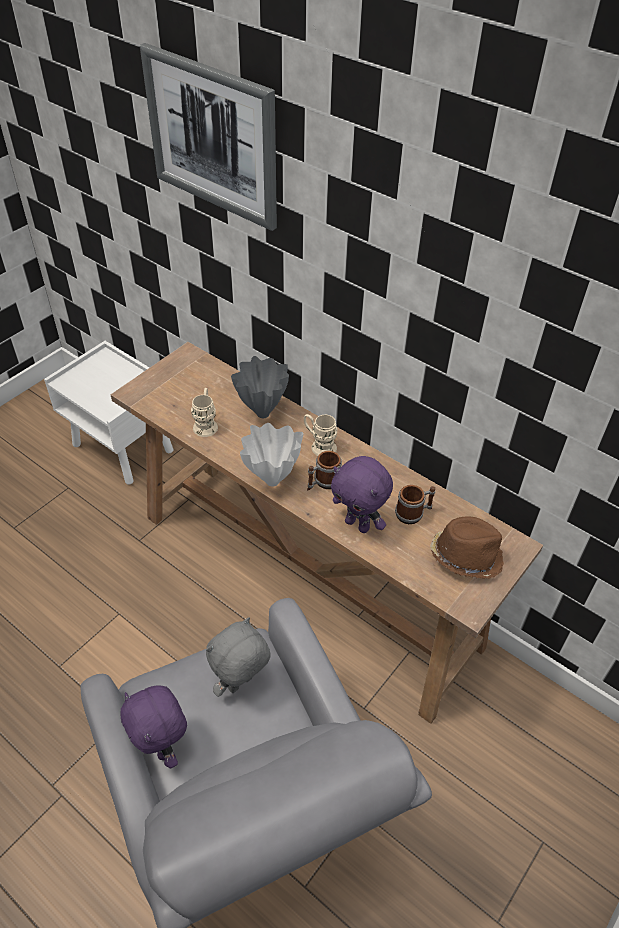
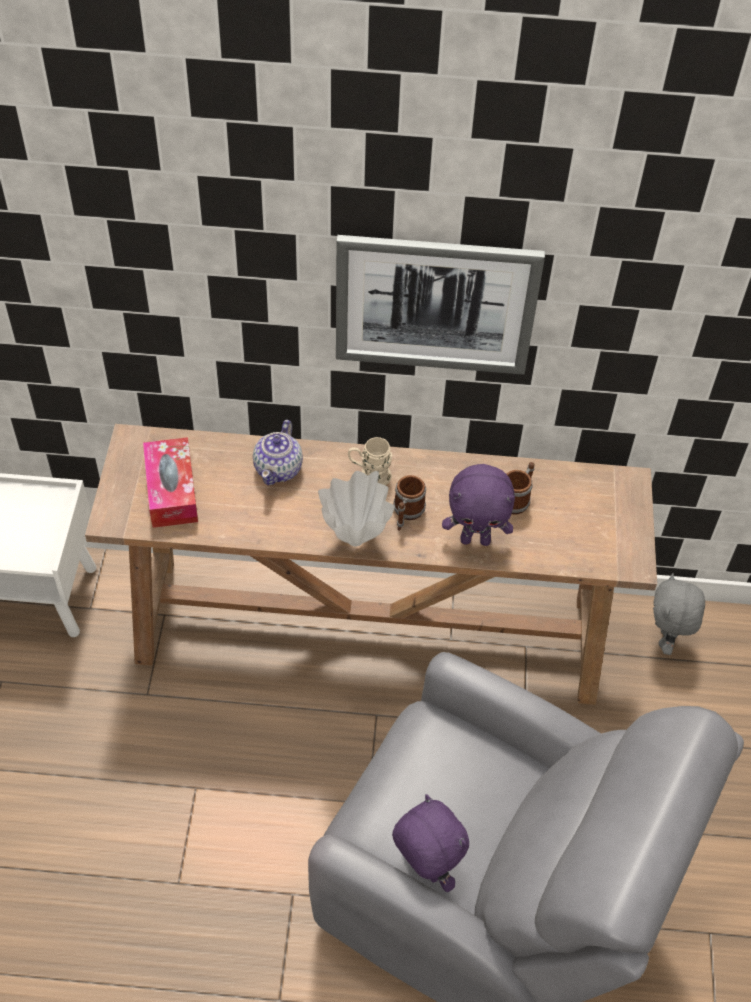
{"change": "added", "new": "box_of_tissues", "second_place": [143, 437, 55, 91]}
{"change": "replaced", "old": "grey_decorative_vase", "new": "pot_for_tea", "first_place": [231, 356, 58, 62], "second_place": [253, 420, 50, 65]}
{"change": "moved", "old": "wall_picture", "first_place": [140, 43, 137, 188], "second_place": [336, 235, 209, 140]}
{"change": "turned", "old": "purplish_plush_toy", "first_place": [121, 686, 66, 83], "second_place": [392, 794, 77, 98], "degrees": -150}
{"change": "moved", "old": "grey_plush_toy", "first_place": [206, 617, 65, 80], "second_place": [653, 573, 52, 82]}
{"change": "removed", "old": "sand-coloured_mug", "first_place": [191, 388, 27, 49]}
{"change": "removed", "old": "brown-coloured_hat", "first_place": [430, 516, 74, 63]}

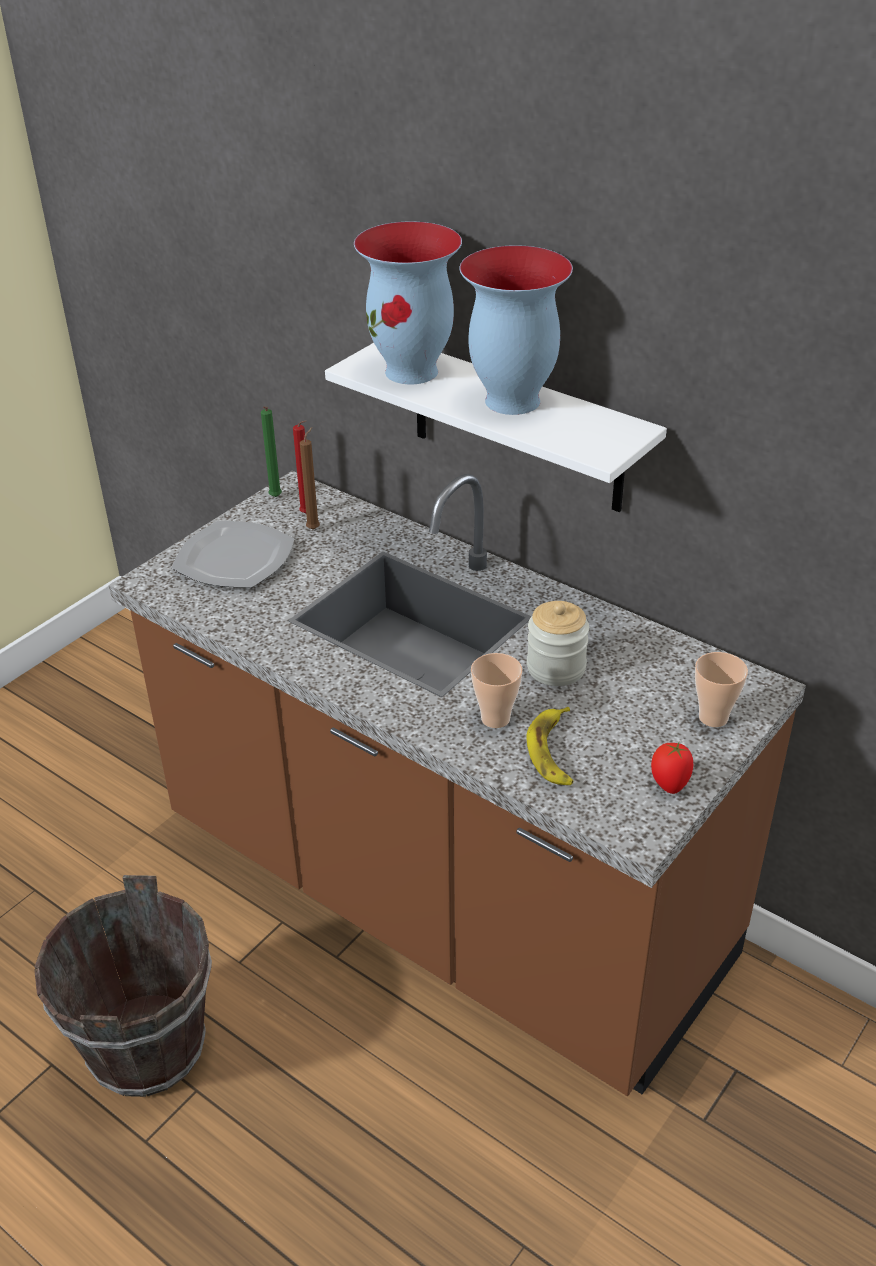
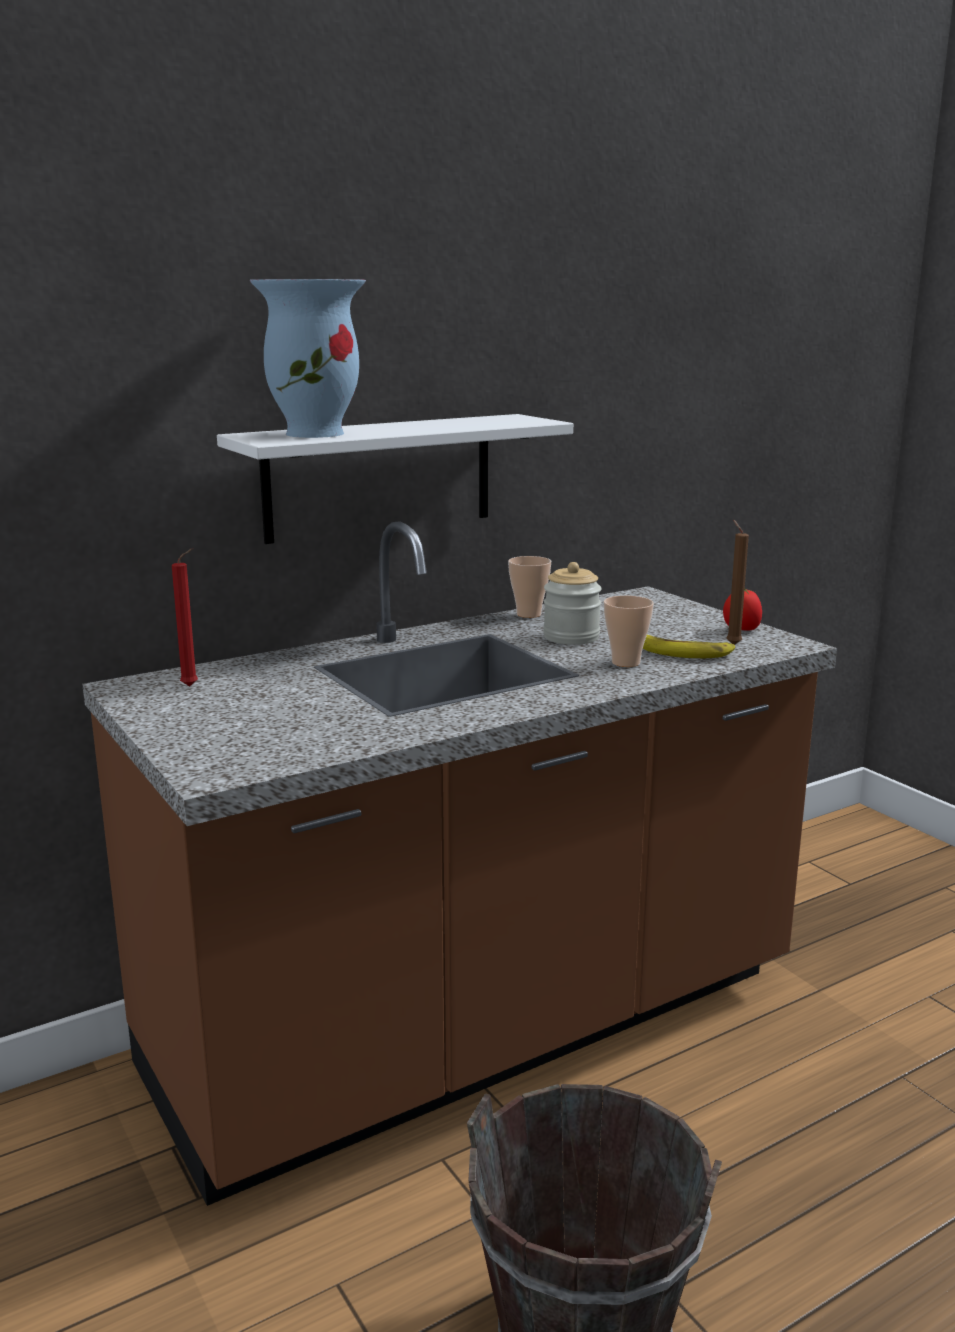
{"change": "moved", "old": "drinking_cup", "first_place": [695, 652, 53, 75], "second_place": [508, 556, 43, 62]}
{"change": "moved", "old": "brown-coloured_wax_candle", "first_place": [300, 427, 20, 103], "second_place": [726, 520, 23, 125]}
{"change": "removed", "old": "plate", "first_place": [171, 521, 124, 67]}
{"change": "removed", "old": "green_wax_candle", "first_place": [261, 406, 21, 91]}
{"change": "removed", "old": "decorative_vase", "first_place": [460, 245, 113, 170]}

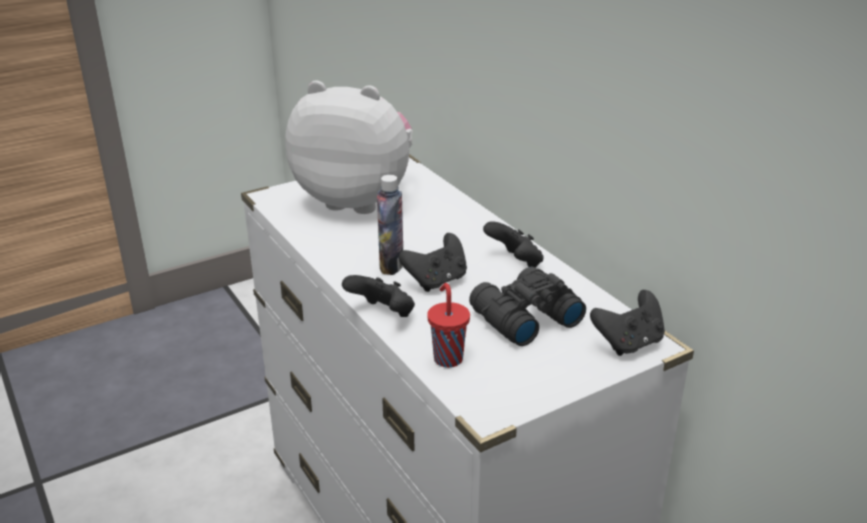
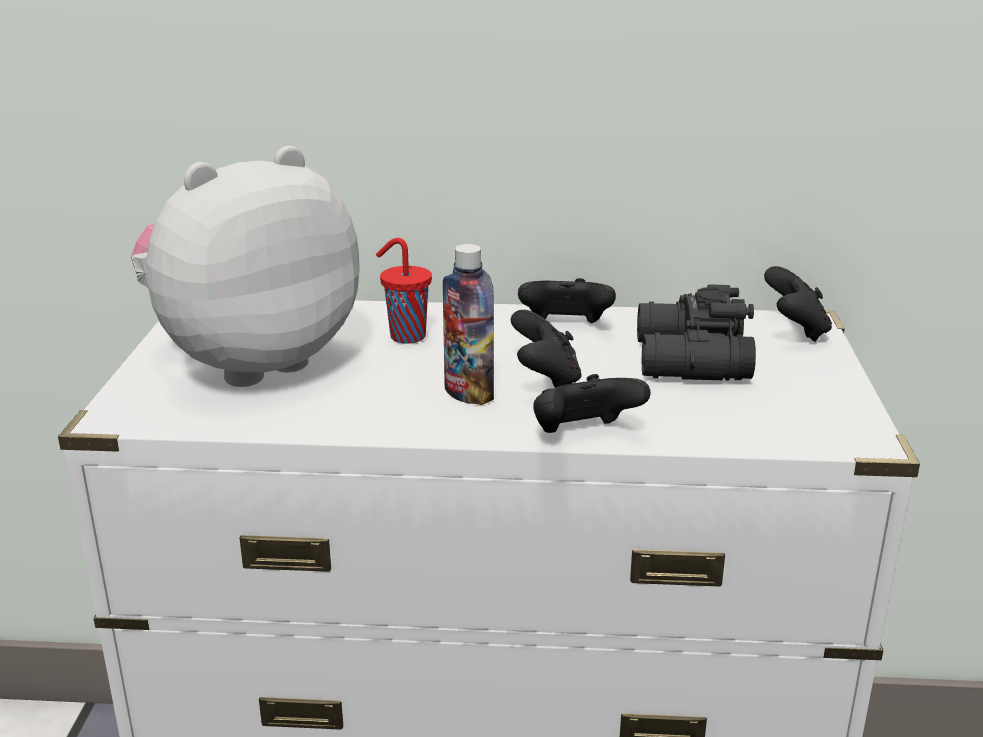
{"change": "moved", "old": "red-coloured_drinking_cup", "first_place": [427, 283, 43, 85], "second_place": [376, 238, 56, 106]}

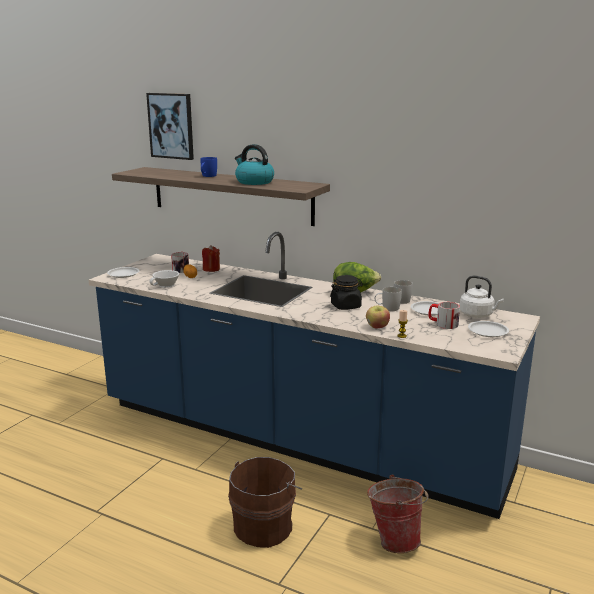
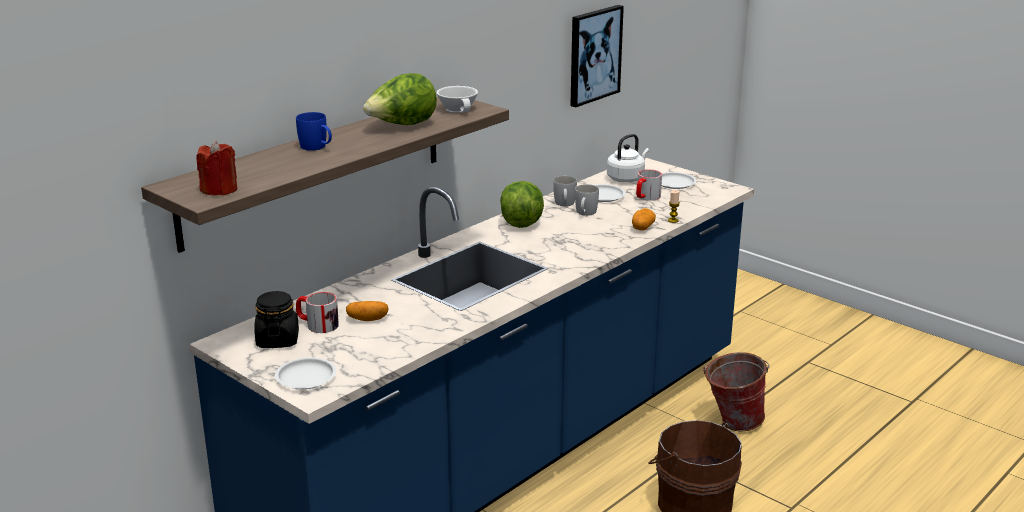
{"change": "moved", "old": "red-coloured_wax_candle", "first_place": [202, 245, 18, 27], "second_place": [196, 140, 41, 56]}
{"change": "moved", "old": "black_preserve_jar", "first_place": [330, 275, 33, 35], "second_place": [254, 291, 45, 57]}
{"change": "replaced", "old": "tea_kettle", "new": "head_of_lettuce", "first_place": [235, 144, 39, 41], "second_place": [363, 73, 74, 52]}
{"change": "moved", "old": "white_drinking_cup", "first_place": [149, 270, 30, 17], "second_place": [437, 86, 41, 27]}
{"change": "moved", "old": "wall_picture", "first_place": [146, 93, 48, 67], "second_place": [570, 5, 54, 102]}
{"change": "replaced", "old": "whole_apple", "new": "spud", "first_place": [366, 306, 24, 23], "second_place": [632, 208, 24, 22]}

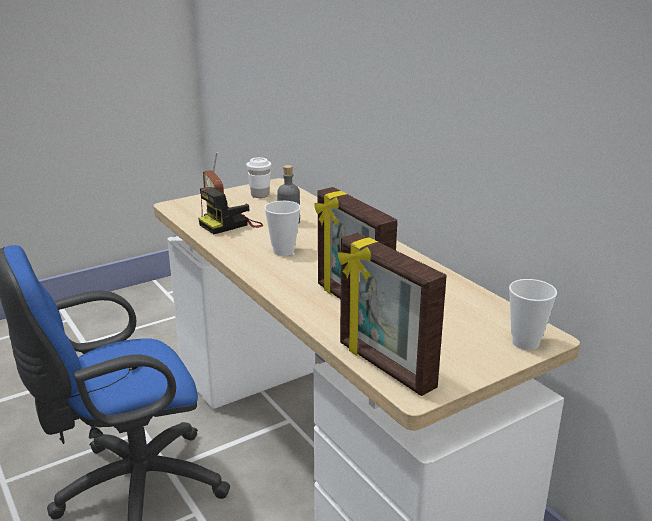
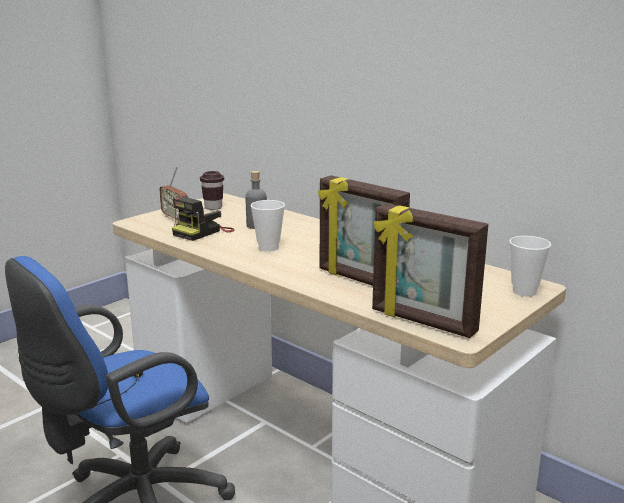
{"change": "recoloured", "old": "white_drinking_cup", "new": "brown-coloured_drinking_cup", "first_place": [246, 157, 26, 41], "second_place": [200, 171, 24, 39]}

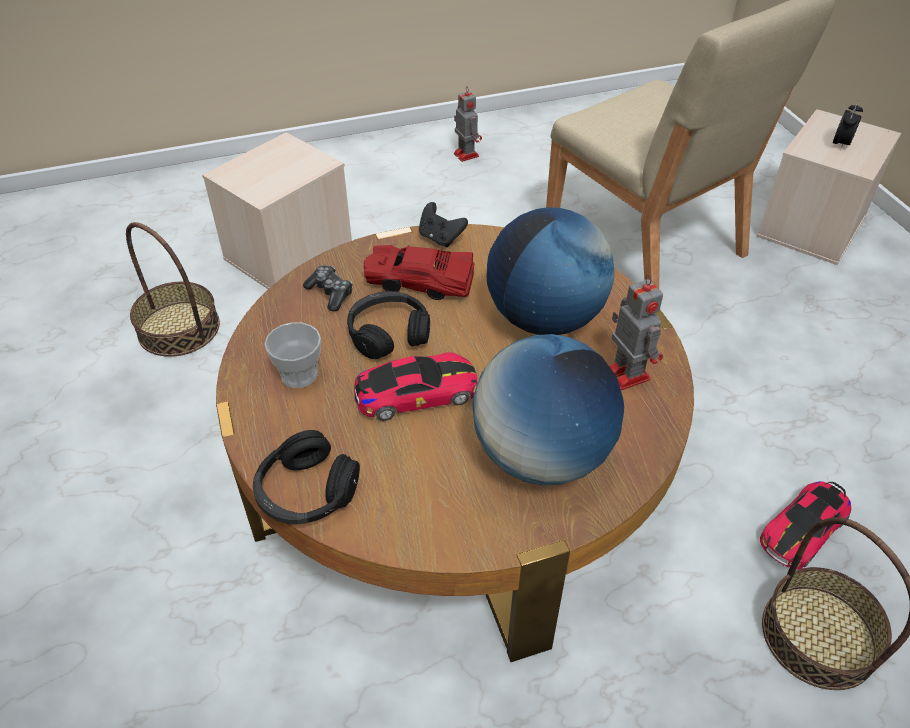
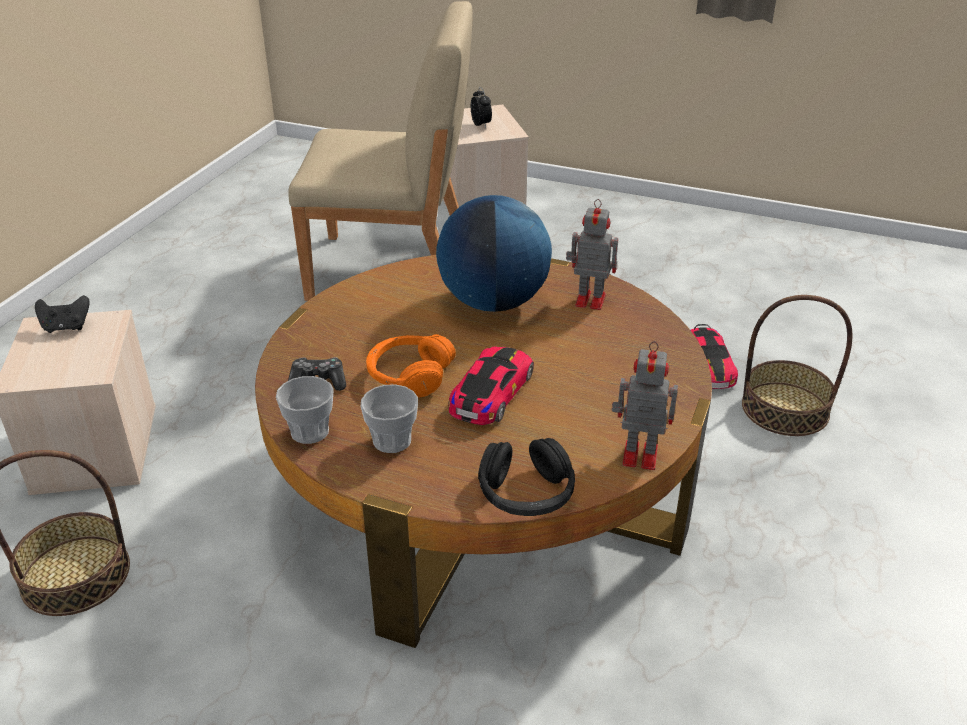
{"change": "moved", "old": "black_joypad", "first_place": [419, 202, 49, 45], "second_place": [35, 295, 55, 38]}
{"change": "added", "new": "drinking_cup", "second_place": [276, 376, 58, 68]}
{"change": "recoloured", "old": "black_headphones", "new": "orangey_headphones", "first_place": [347, 291, 83, 68], "second_place": [366, 334, 90, 63]}
{"change": "moved", "old": "toy_robot", "first_place": [454, 86, 28, 76], "second_place": [612, 341, 66, 129]}
{"change": "removed", "old": "red-coloured_miniature_car", "first_place": [364, 244, 111, 56]}
{"change": "removed", "old": "world_globe", "first_place": [472, 334, 152, 151]}

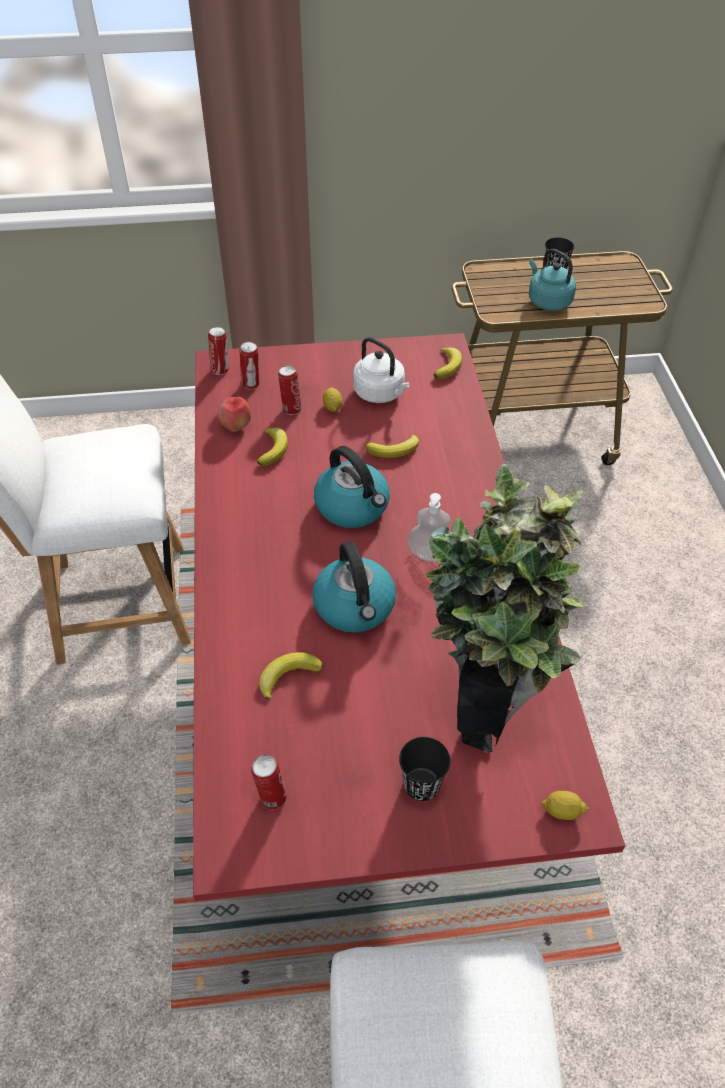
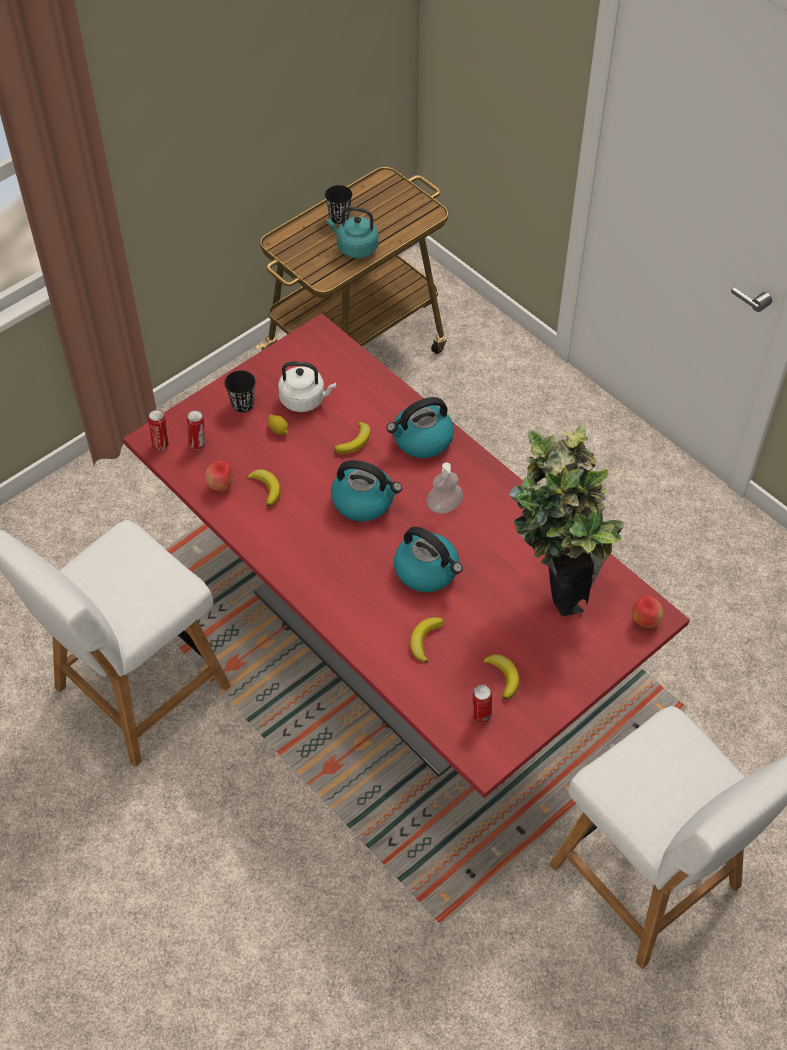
{"change": "moved", "old": "black_drinking_cup", "first_place": [399, 737, 51, 64], "second_place": [225, 370, 31, 42]}
{"change": "added", "new": "tea_kettle", "second_place": [386, 397, 68, 61]}
{"change": "moved", "old": "banana_fruit", "first_place": [434, 348, 28, 31], "second_place": [483, 654, 36, 46]}
{"change": "replaced", "old": "citrus_fruit", "new": "whole_apple", "first_place": [541, 791, 48, 29], "second_place": [632, 596, 31, 32]}
{"change": "removed", "old": "sealed_can", "first_place": [278, 365, 23, 50]}

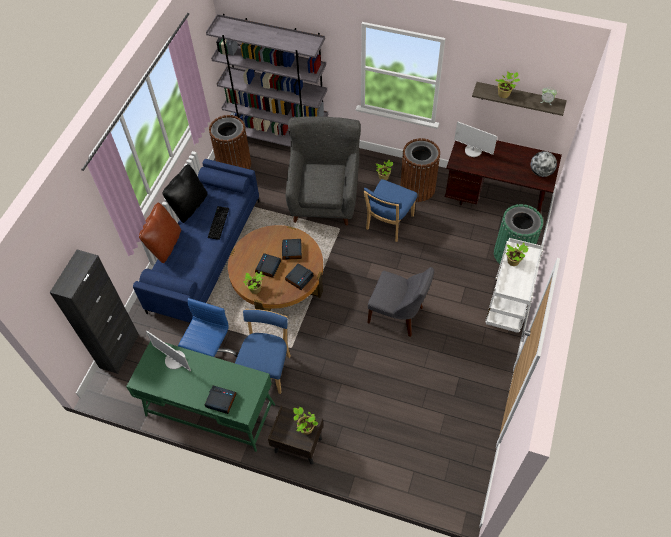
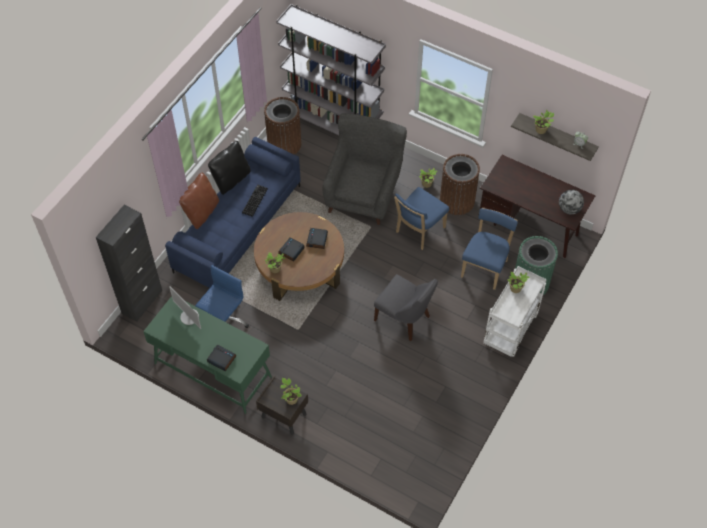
{"change": "moved", "old": "blue_plain_chair", "first_place": [235, 309, 56, 85], "second_place": [461, 208, 57, 82]}
{"change": "removed", "old": "bedside_clock", "first_place": [285, 263, 29, 27]}
{"change": "removed", "old": "computer_screen", "first_place": [454, 121, 44, 36]}

